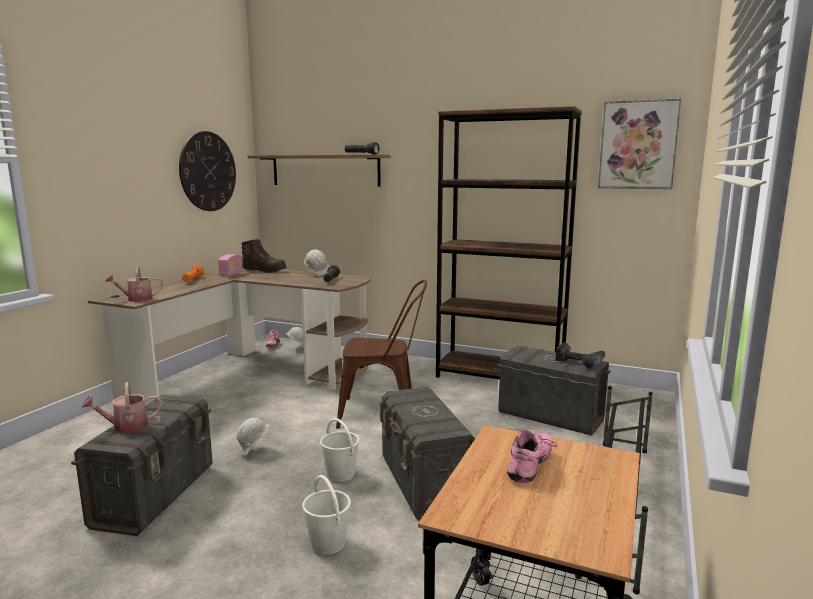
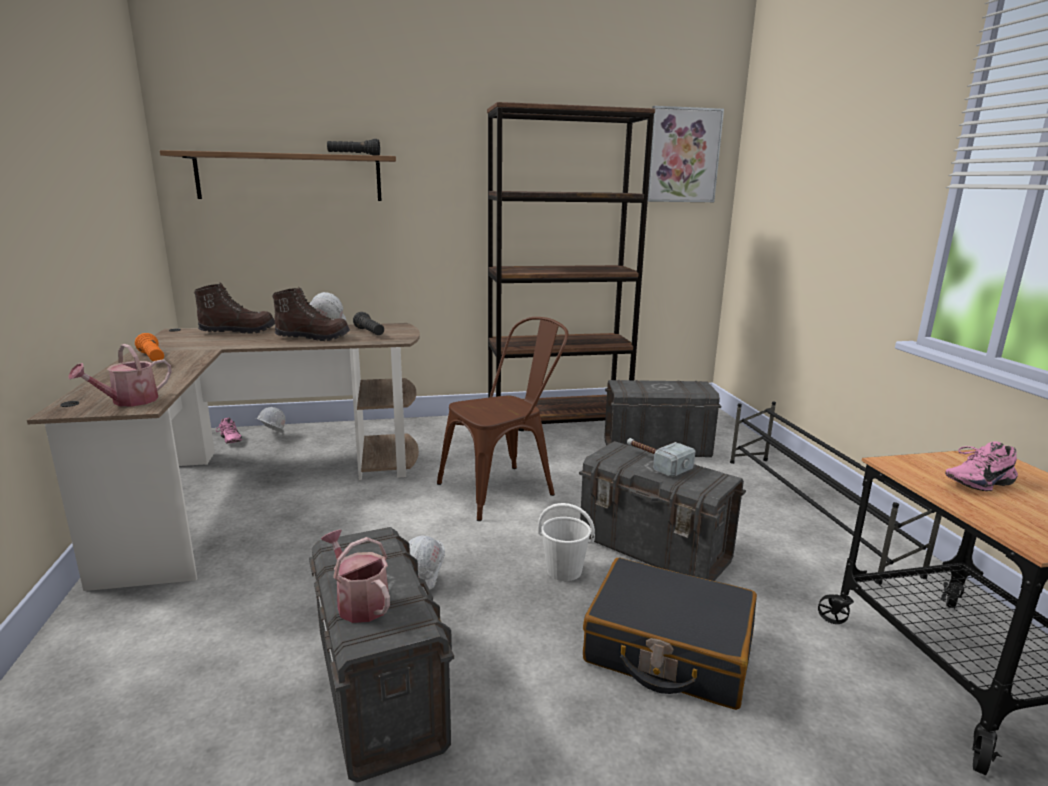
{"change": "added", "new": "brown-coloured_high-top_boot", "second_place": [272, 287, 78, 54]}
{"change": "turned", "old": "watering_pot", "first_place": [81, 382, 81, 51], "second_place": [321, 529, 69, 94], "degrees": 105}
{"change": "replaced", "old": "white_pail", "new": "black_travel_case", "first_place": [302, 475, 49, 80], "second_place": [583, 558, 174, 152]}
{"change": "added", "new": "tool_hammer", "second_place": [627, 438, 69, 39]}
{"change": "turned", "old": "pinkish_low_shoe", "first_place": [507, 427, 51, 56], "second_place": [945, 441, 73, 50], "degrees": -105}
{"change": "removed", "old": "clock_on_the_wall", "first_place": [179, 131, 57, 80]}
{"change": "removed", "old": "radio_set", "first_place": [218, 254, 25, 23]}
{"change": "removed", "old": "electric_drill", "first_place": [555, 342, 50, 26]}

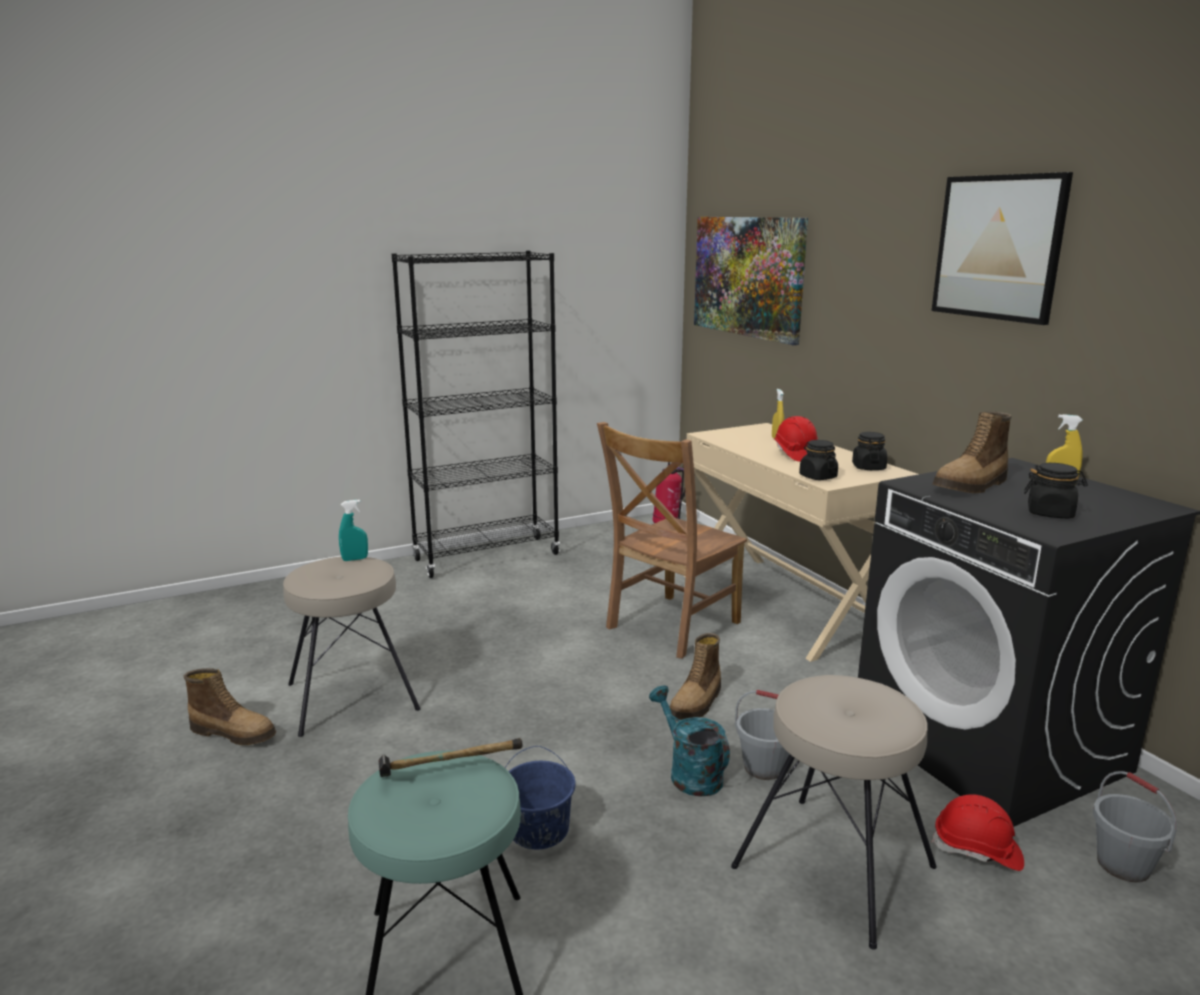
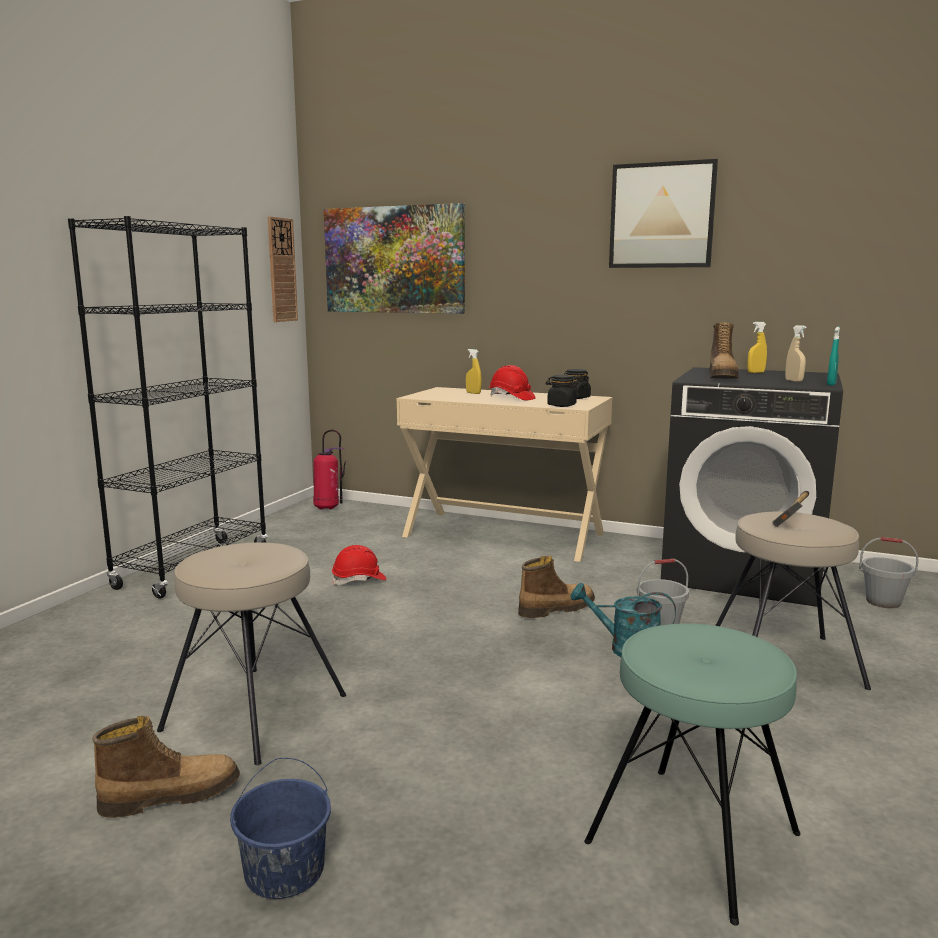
{"change": "moved", "old": "blue_pail", "first_place": [505, 746, 71, 104], "second_place": [230, 758, 101, 141]}
{"change": "added", "new": "clock_on_the_wall", "second_place": [268, 216, 30, 106]}
{"change": "moved", "old": "red-coloured_work_helmet", "first_place": [932, 794, 92, 77], "second_place": [332, 545, 54, 40]}
{"change": "turned", "old": "high-top_boot", "first_place": [670, 633, 51, 87], "second_place": [518, 556, 77, 62], "degrees": -105}
{"change": "moved", "old": "tool_hammer", "first_place": [378, 738, 144, 39], "second_place": [772, 491, 37, 36]}
{"change": "replaced", "old": "black_preserve_jar", "new": "sand-coloured_sprayer", "first_place": [1024, 463, 64, 56], "second_place": [785, 325, 22, 57]}
{"change": "moved", "old": "turquoise_sprayer", "first_place": [339, 500, 29, 61], "second_place": [827, 326, 13, 60]}
{"change": "removed", "old": "brown-coloured_plain_chair", "first_place": [597, 422, 150, 237]}

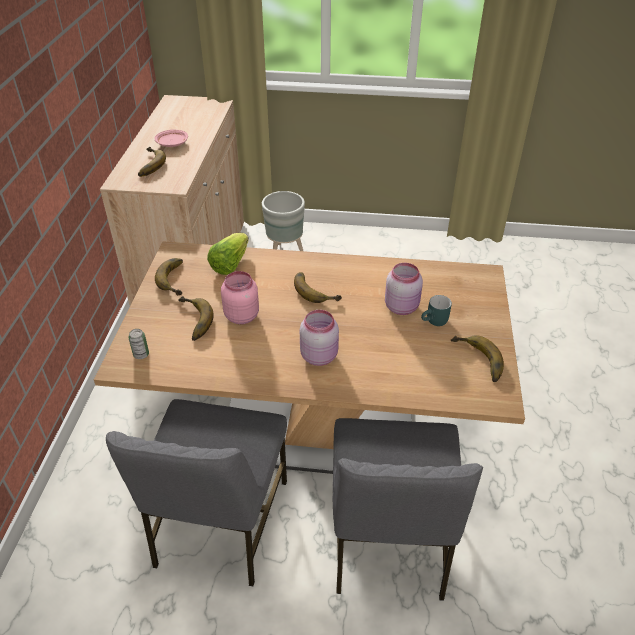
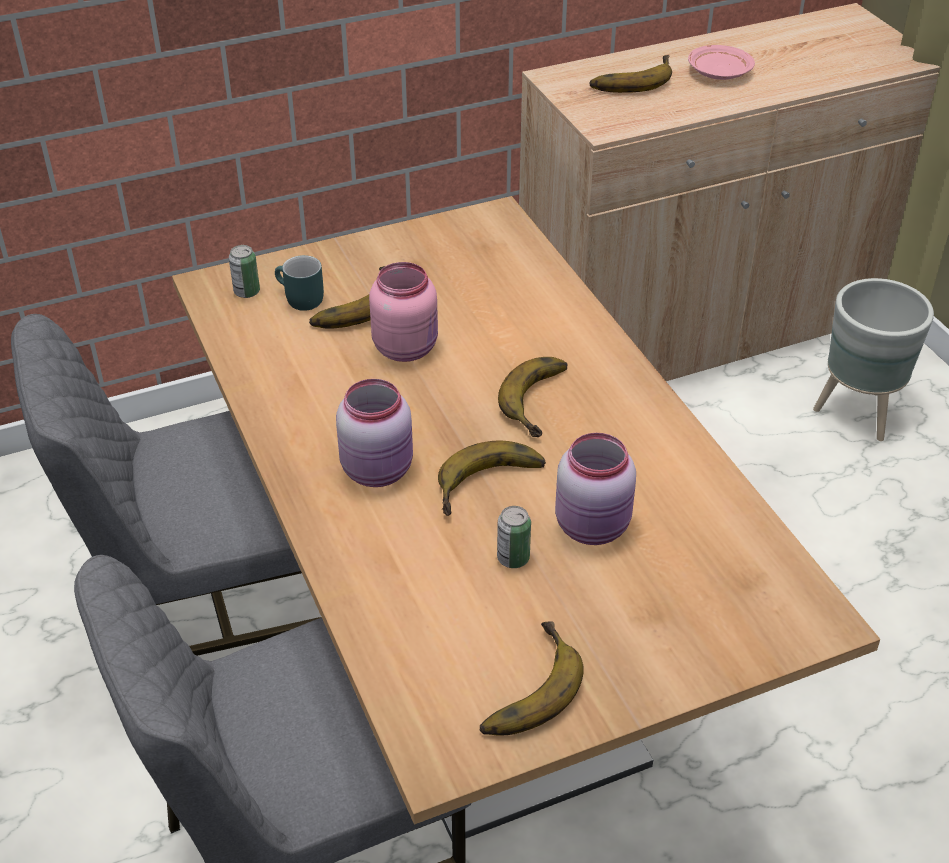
{"change": "moved", "old": "turquoise_mug", "first_place": [421, 295, 31, 31], "second_place": [275, 255, 49, 56]}
{"change": "moved", "old": "banana_fruit", "first_place": [155, 258, 28, 37], "second_place": [438, 441, 108, 75]}
{"change": "added", "new": "sealed_can", "second_place": [497, 506, 34, 62]}
{"change": "removed", "old": "head_of_lettuce", "first_place": [207, 233, 42, 42]}

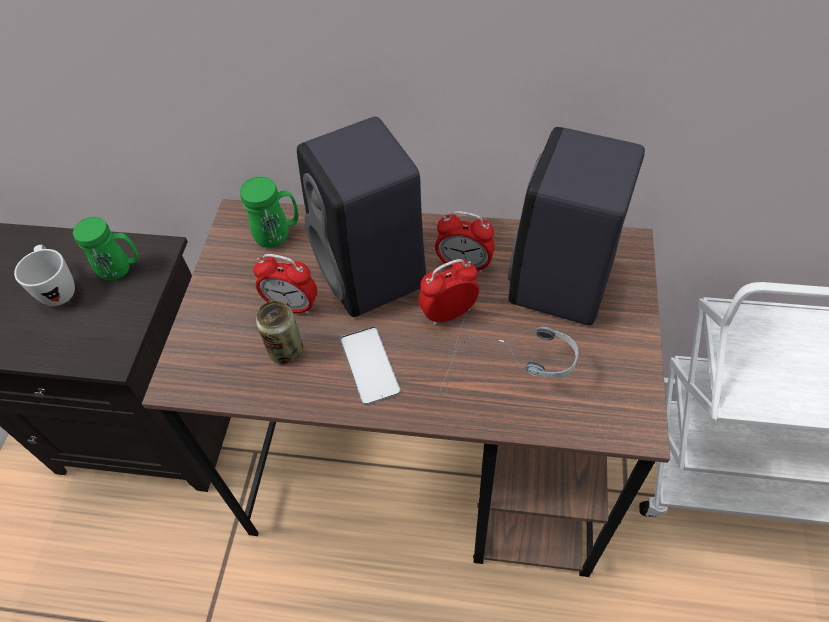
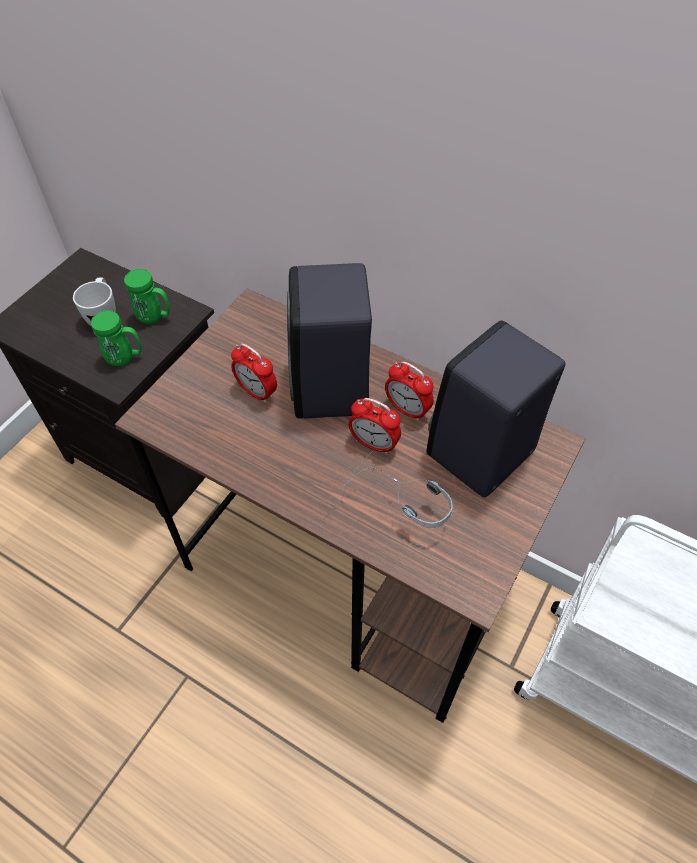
{"change": "moved", "old": "green_mug", "first_place": [240, 177, 58, 71], "second_place": [91, 310, 50, 56]}
{"change": "turned", "old": "bedside_clock", "first_place": [418, 259, 61, 66], "second_place": [349, 398, 52, 56], "degrees": -150}
{"change": "removed", "old": "sealed_can", "first_place": [256, 301, 47, 63]}
{"change": "removed", "old": "telephone", "first_place": [340, 327, 61, 78]}

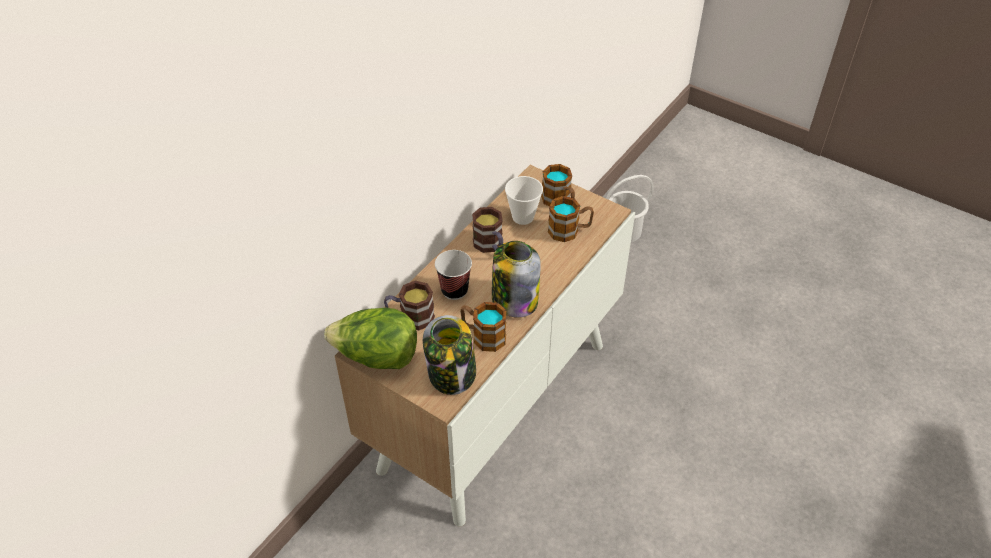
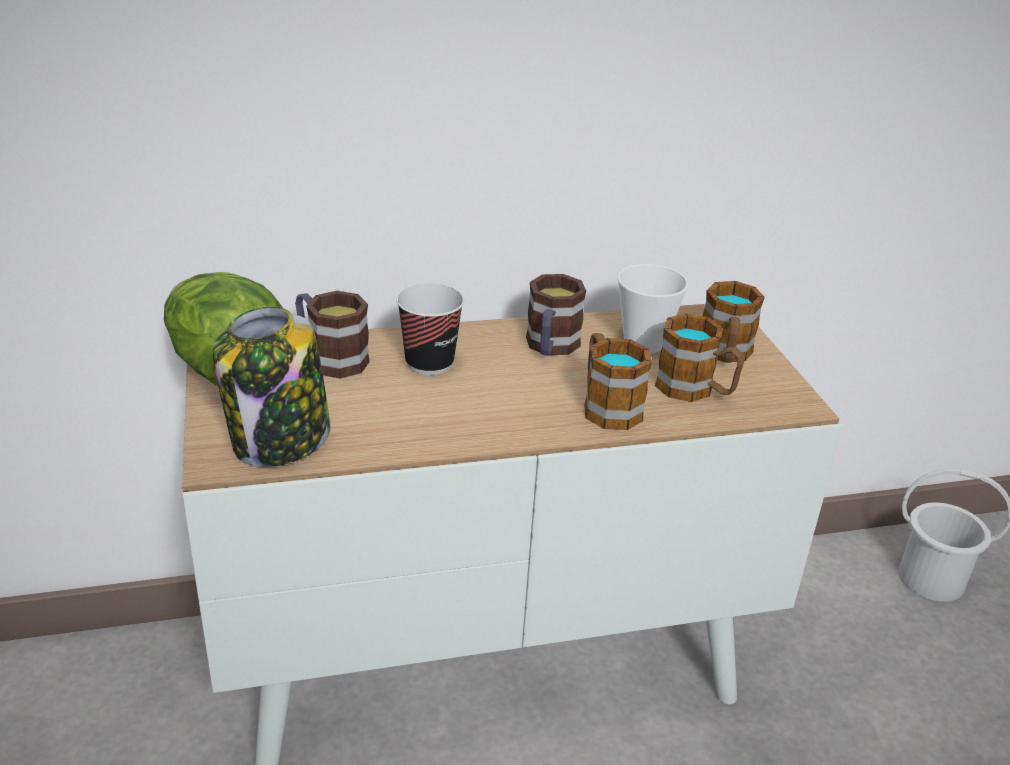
{"change": "moved", "old": "mug", "first_place": [460, 302, 47, 50], "second_place": [584, 333, 68, 97]}
{"change": "removed", "old": "preserve_jar", "first_place": [492, 241, 49, 77]}

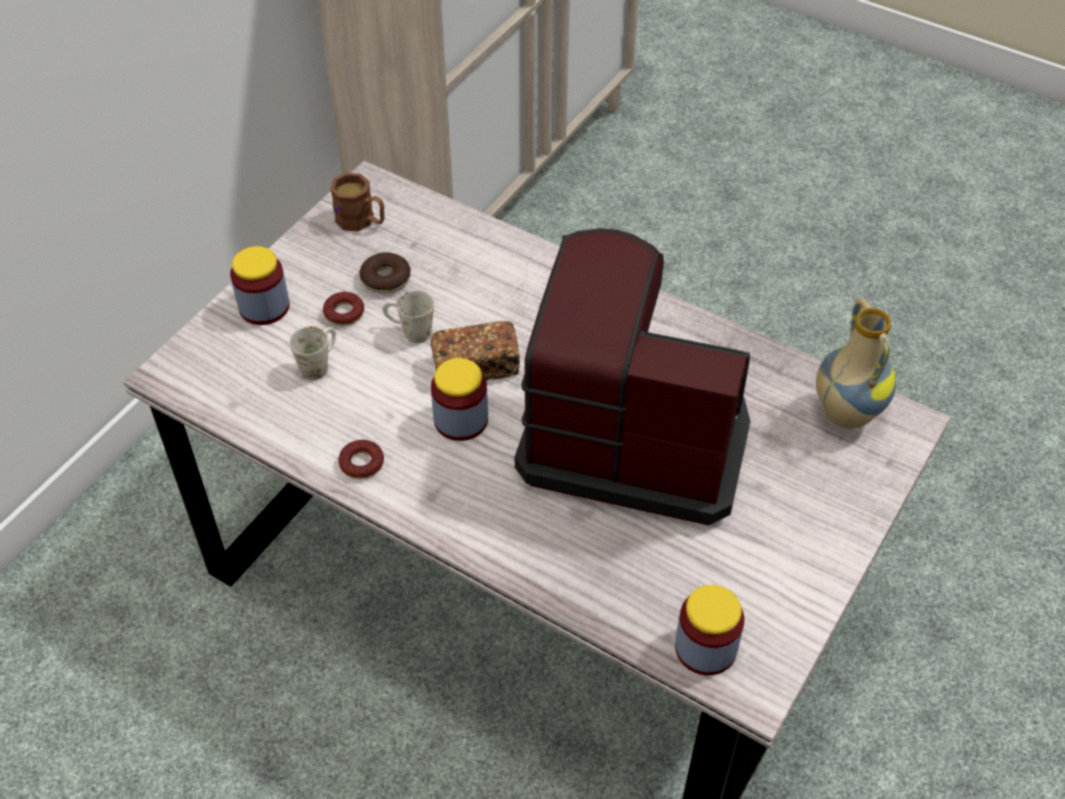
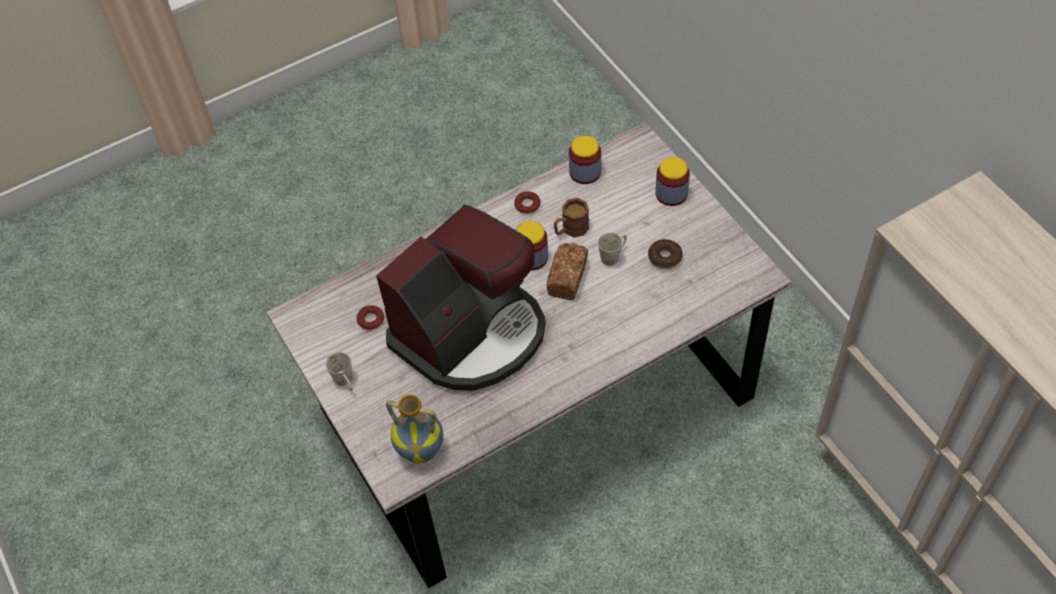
{"change": "moved", "old": "white_mug", "first_place": [289, 326, 47, 54], "second_place": [326, 352, 27, 39]}
{"change": "moved", "old": "donut", "first_place": [323, 292, 41, 34], "second_place": [356, 305, 28, 25]}
{"change": "moved", "old": "brown-coloured_mug", "first_place": [330, 173, 55, 58], "second_place": [554, 198, 35, 40]}
{"change": "moved", "old": "preserve_jar", "first_place": [675, 585, 69, 90], "second_place": [569, 136, 32, 48]}

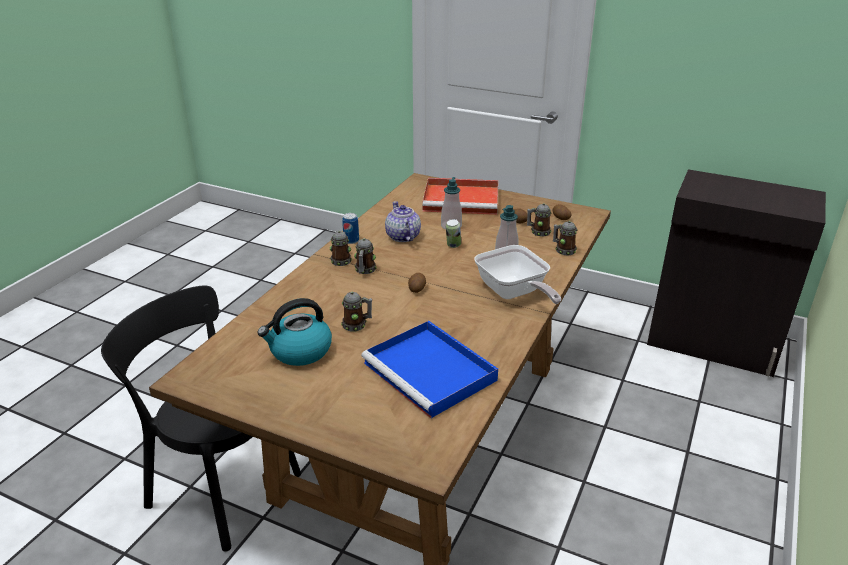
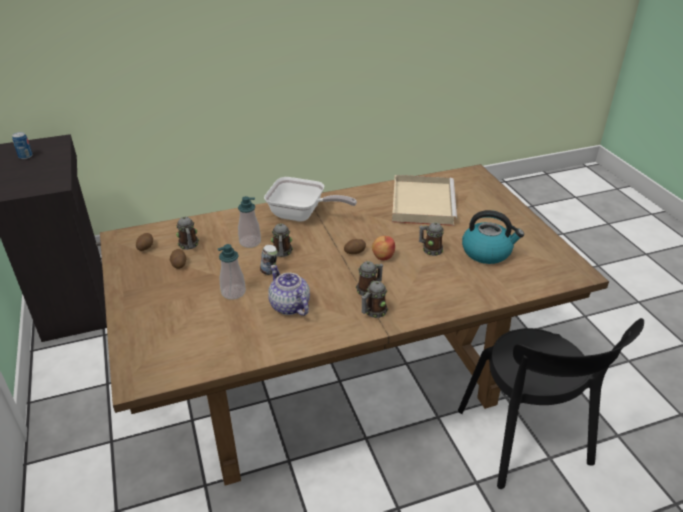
{"change": "moved", "old": "sealed_can", "first_place": [342, 213, 17, 31], "second_place": [12, 132, 21, 27]}
{"change": "turned", "old": "skillet", "first_place": [474, 245, 87, 59], "second_place": [264, 177, 93, 45], "degrees": 90}
{"change": "turned", "old": "pot_for_tea", "first_place": [385, 201, 36, 41], "second_place": [268, 265, 42, 51], "degrees": 120}
{"change": "moved", "old": "mug", "first_place": [553, 221, 25, 34], "second_place": [271, 223, 22, 34]}
{"change": "added", "new": "whole_apple", "second_place": [372, 236, 23, 24]}
{"change": "recoloured", "old": "blue_carrying_tray", "new": "sand-coloured_carrying_tray", "first_place": [361, 321, 137, 98], "second_place": [392, 175, 65, 51]}
{"change": "removed", "old": "red-coloured_carrying_tray", "first_place": [422, 178, 76, 37]}

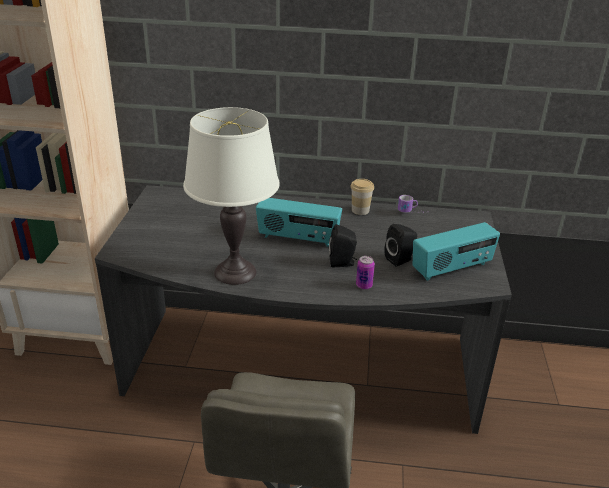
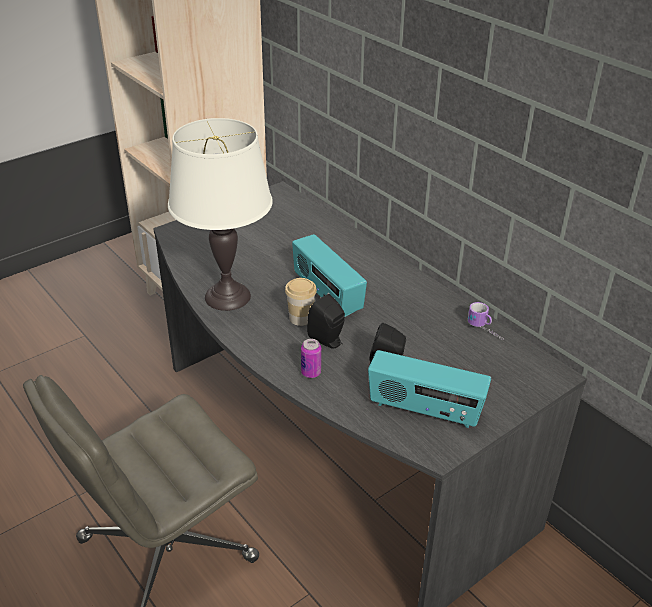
{"change": "moved", "old": "drinking_cup", "first_place": [350, 179, 24, 36], "second_place": [285, 278, 32, 48]}

